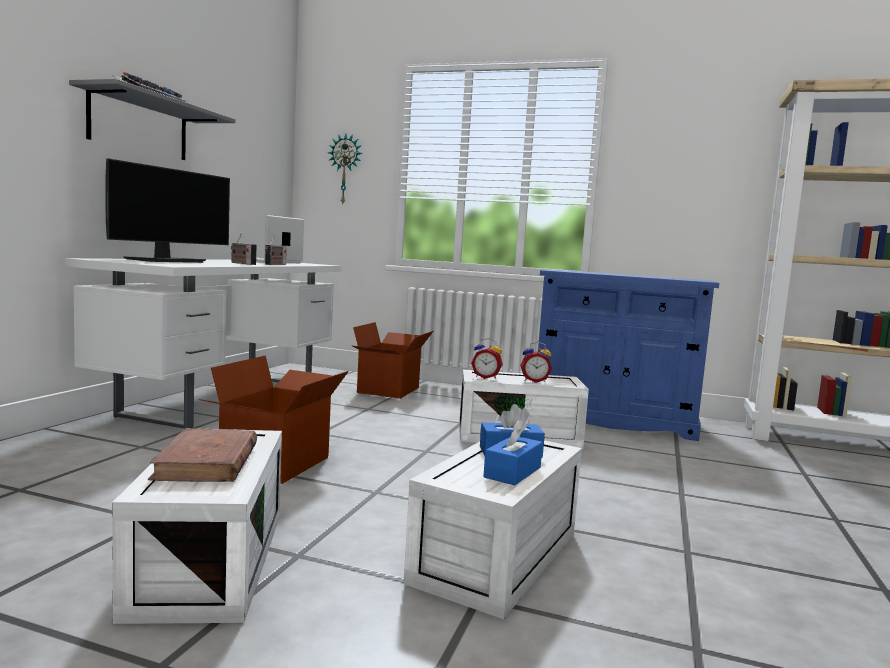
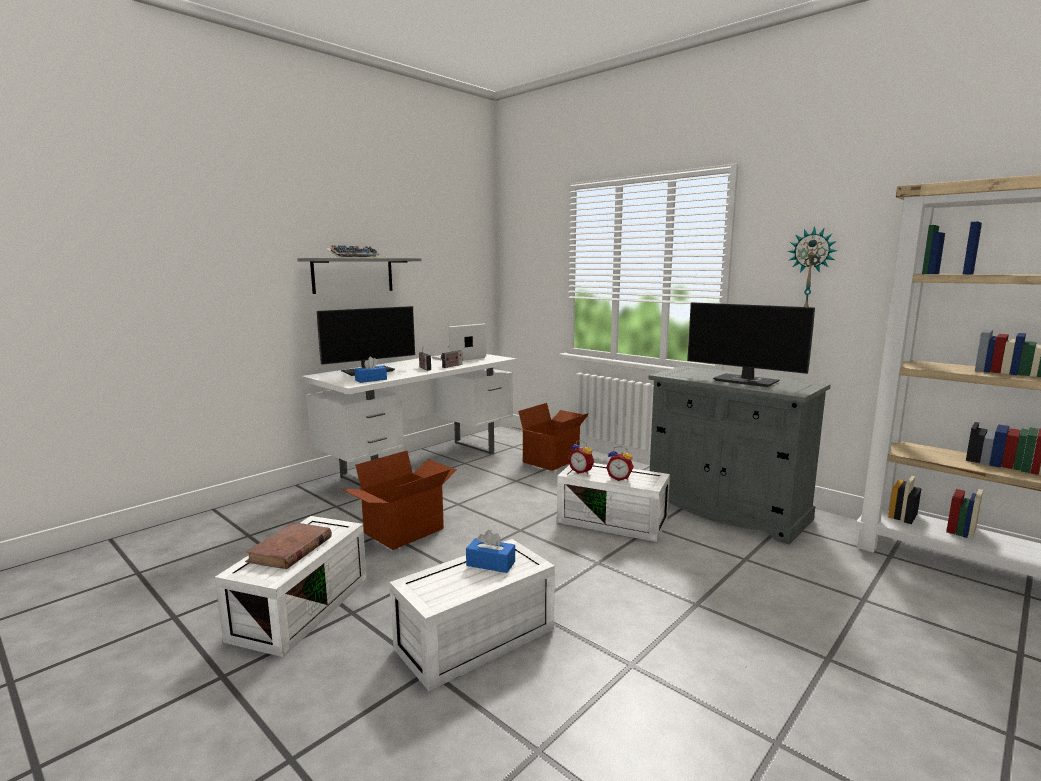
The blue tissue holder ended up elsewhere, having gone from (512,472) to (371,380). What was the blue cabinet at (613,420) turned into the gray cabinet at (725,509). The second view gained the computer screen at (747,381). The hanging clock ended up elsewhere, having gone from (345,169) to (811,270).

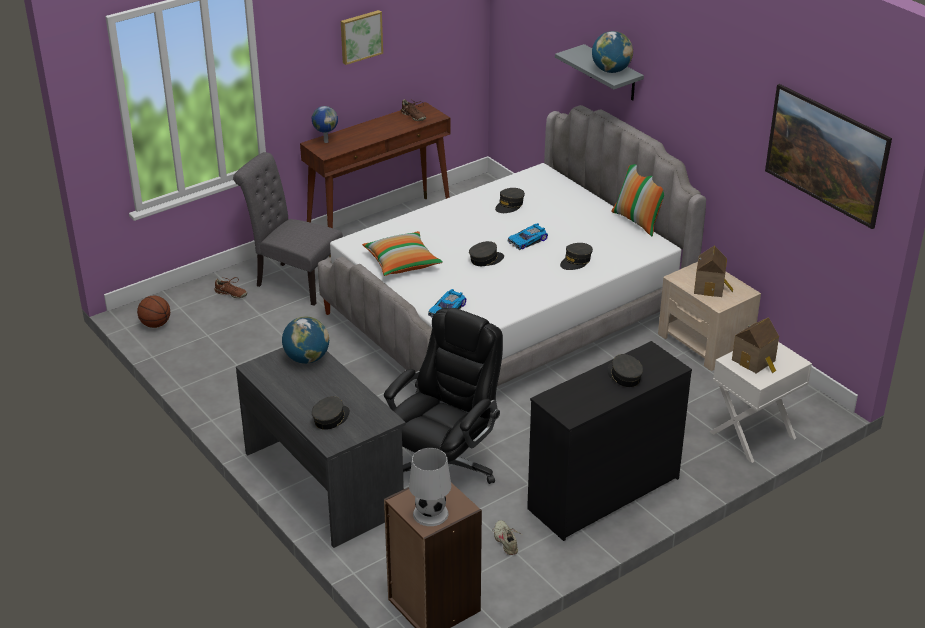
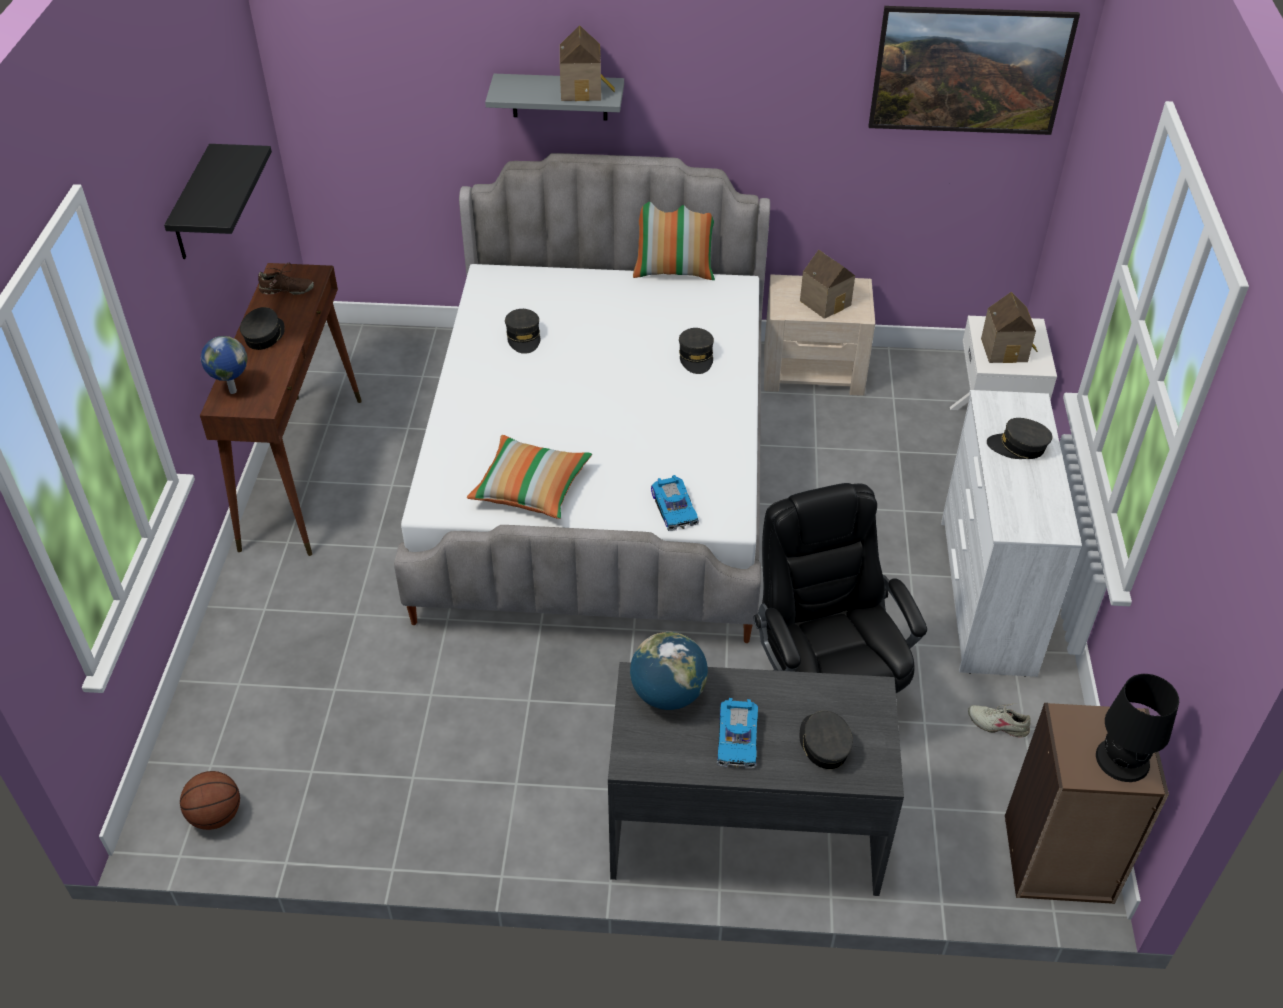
Where the wall picture hung at (360,36), the black bracket shelf came to hang at (193,205). The gray cap ended up elsewhere, having gone from (486,259) to (264,335). Where the world globe stood at (611,70), the miniature house came to stand at (583,90). The toy car ended up elsewhere, having gone from (528,241) to (738,738). What was the black drawer chest at (603,493) turned into the white drawer chest at (984,596). What was the white table lamp at (430,514) turned into the black table lamp at (1123,760). The second view lost the brown item of footwear at (230,294). The second view lost the gray upright chair at (293,282).

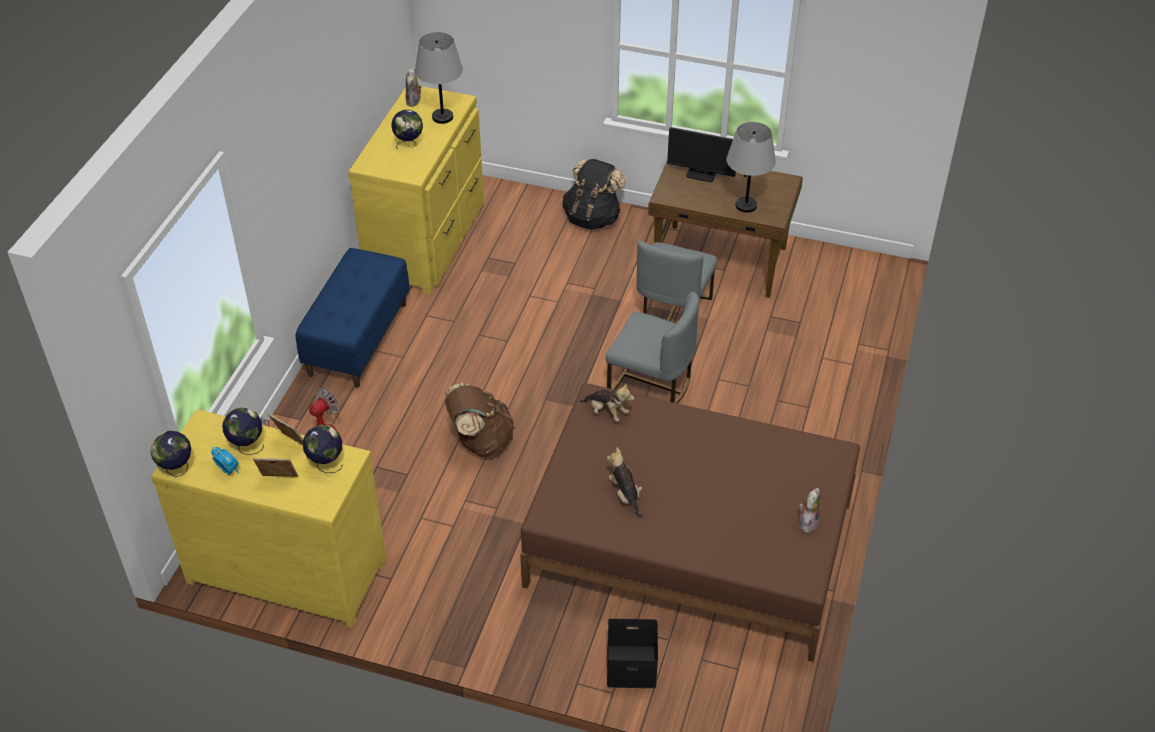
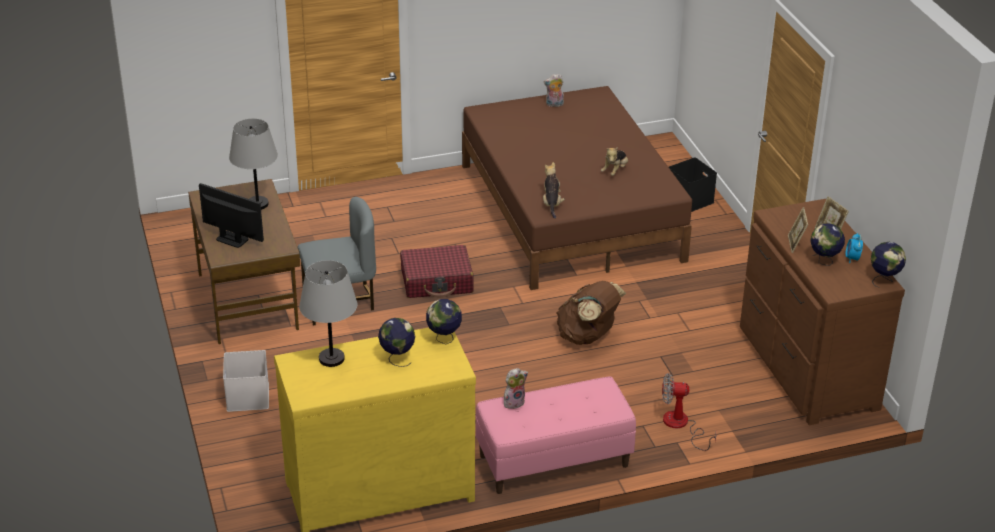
The computer screen at (701,174) ended up facing another way, 45 degrees counterclockwise from before. Where the black knapsack stood at (592,218), the white storage box came to stand at (247,396). Where the gray upright chair stood at (651,384), the reddish piece of luggage came to stand at (437,281). The world globe ended up elsewhere, having gone from (326,464) to (444,339). What was the blue indoor bench at (357,338) turned into the pinkish indoor bench at (553,461). The soft toy ended up elsewhere, having gone from (414,102) to (514,402). What was the yellow-coloured drawer chest at (288,567) turned into the brown drawer chest at (806,369).

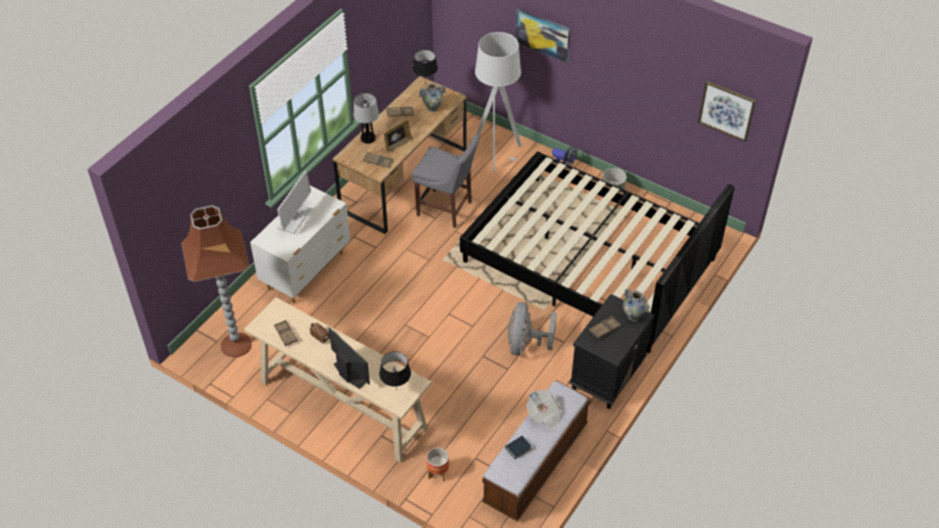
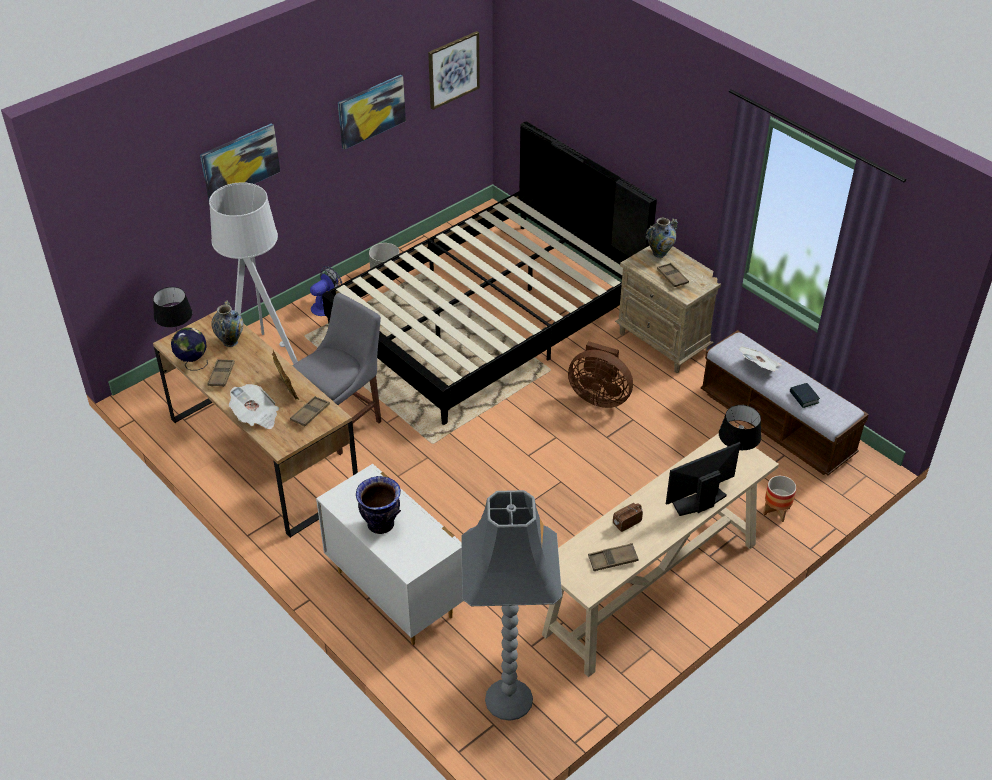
The second view gained the world globe at (193,364). Where the table lamp stood at (368,138), the newspaper came to stand at (256,416). The second view gained the wall picture at (371,111). Where the computer screen stood at (294,219), the vase came to stand at (380,525). What was the brown floor lamp at (237,345) turned into the gray floor lamp at (509,698). What was the gray cooling fan at (525,344) turned into the brown cooling fan at (599,396). What was the black nightstand at (607,377) turned into the beige-coloured nightstand at (666,342).

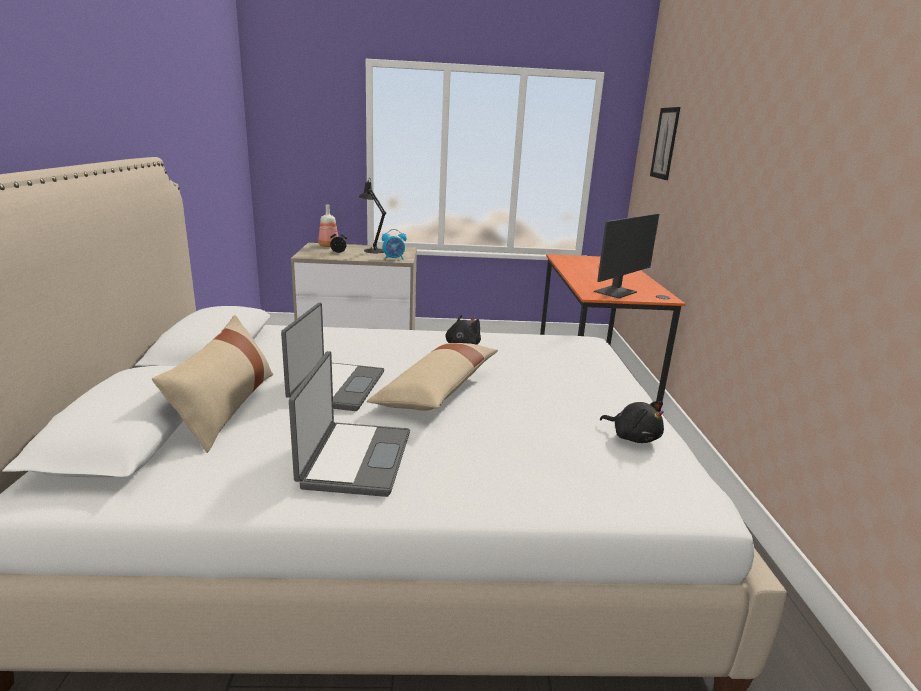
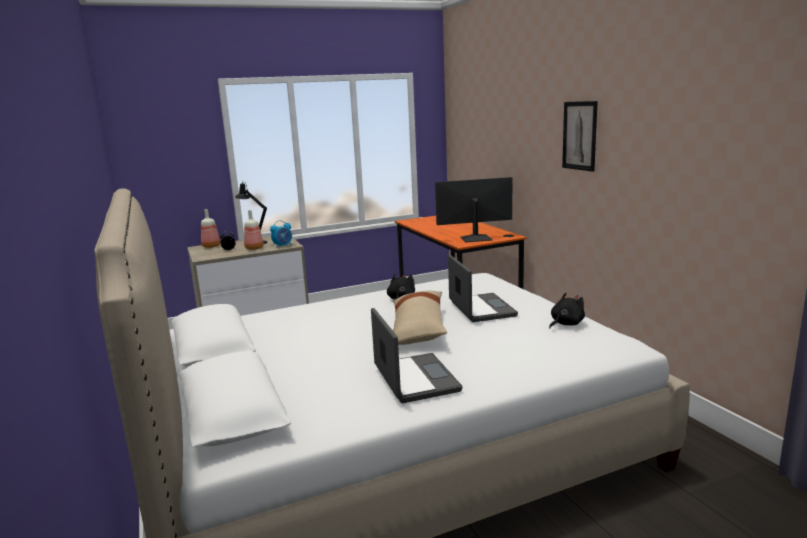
The second view gained the beverage bottle at (254,248). The computer screen at (616,292) ended up facing another way, 120 degrees counterclockwise from before. The notebook computer ended up elsewhere, having gone from (336,387) to (480,309). The black soft toy at (633,437) ended up facing another way, 60 degrees counterclockwise from before. The wall picture ended up elsewhere, having gone from (665,143) to (579,135). The second view lost the beige-coloured pillow at (226,407).

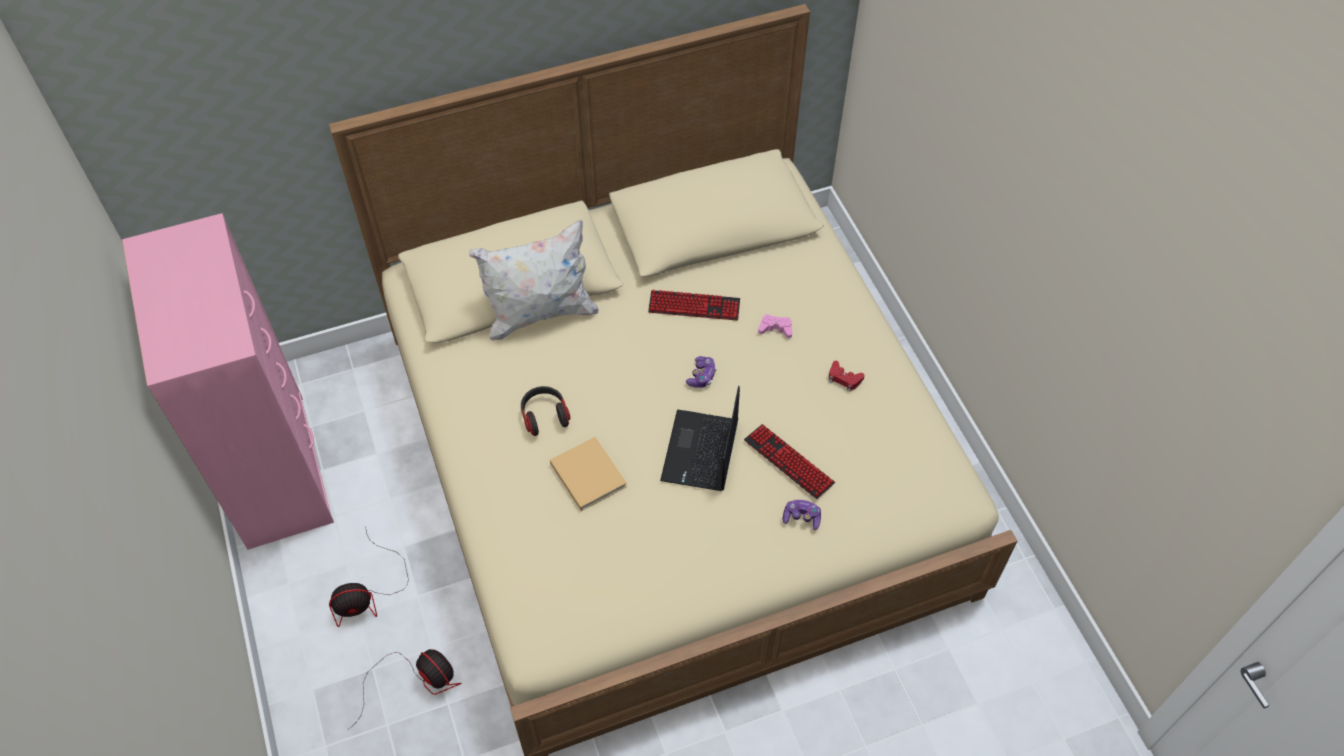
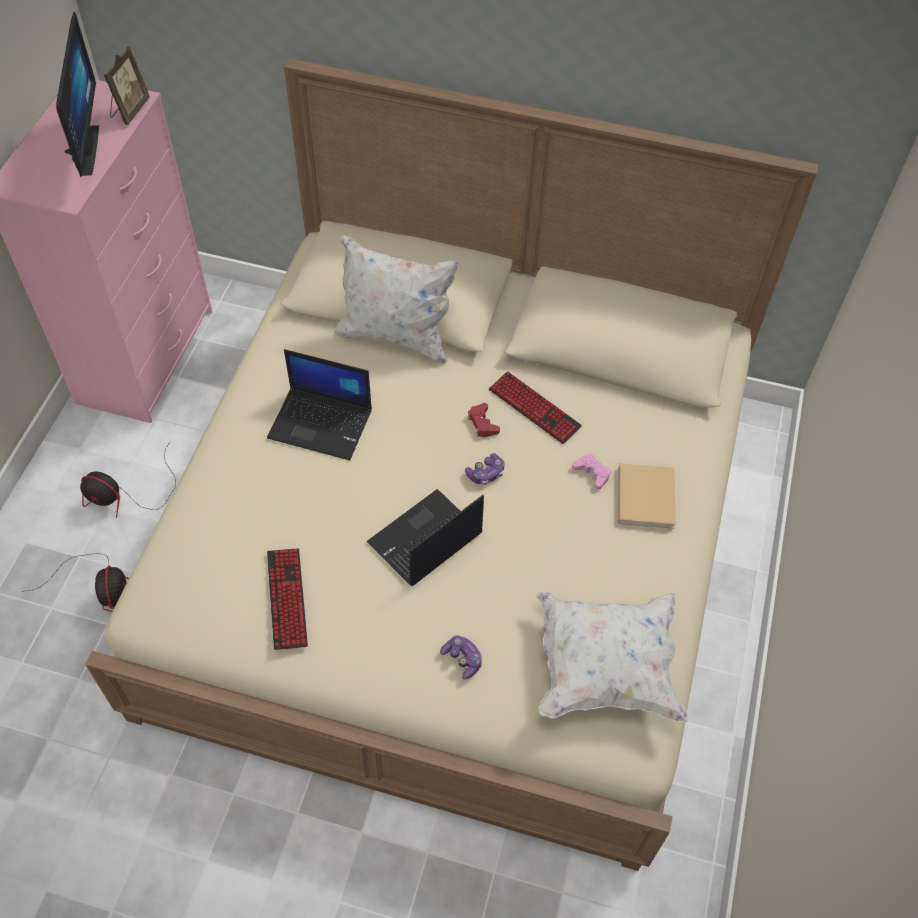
The second view gained the computer screen at (80,150). The second view gained the picture frame at (129,110). Where the headphones stood at (544,415), the notebook computer came to stand at (322,423). The computer keyboard ended up elsewhere, having gone from (788,462) to (287,599). The reddish gamepad ended up elsewhere, having gone from (844,378) to (482,423). The second view gained the white pillow at (605,667). The beige-coloured book ended up elsewhere, having gone from (587,473) to (645,495).

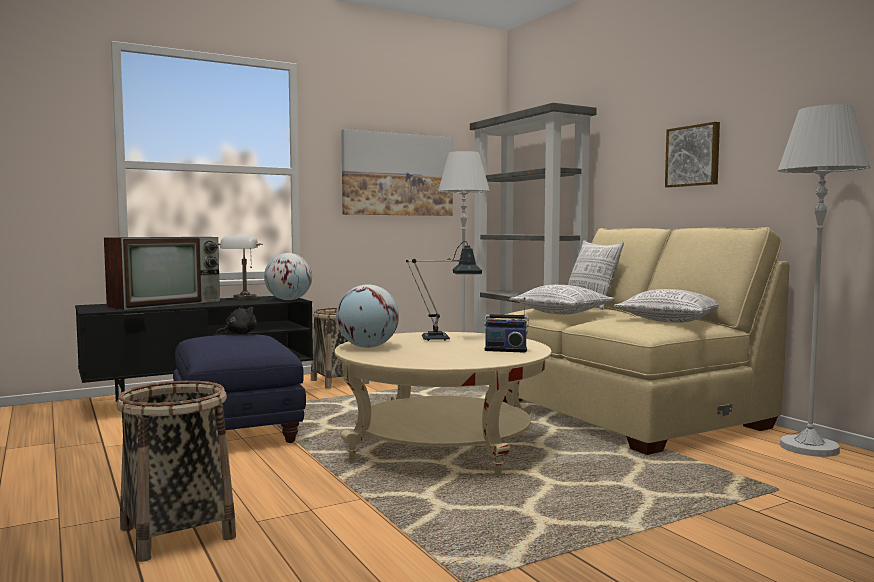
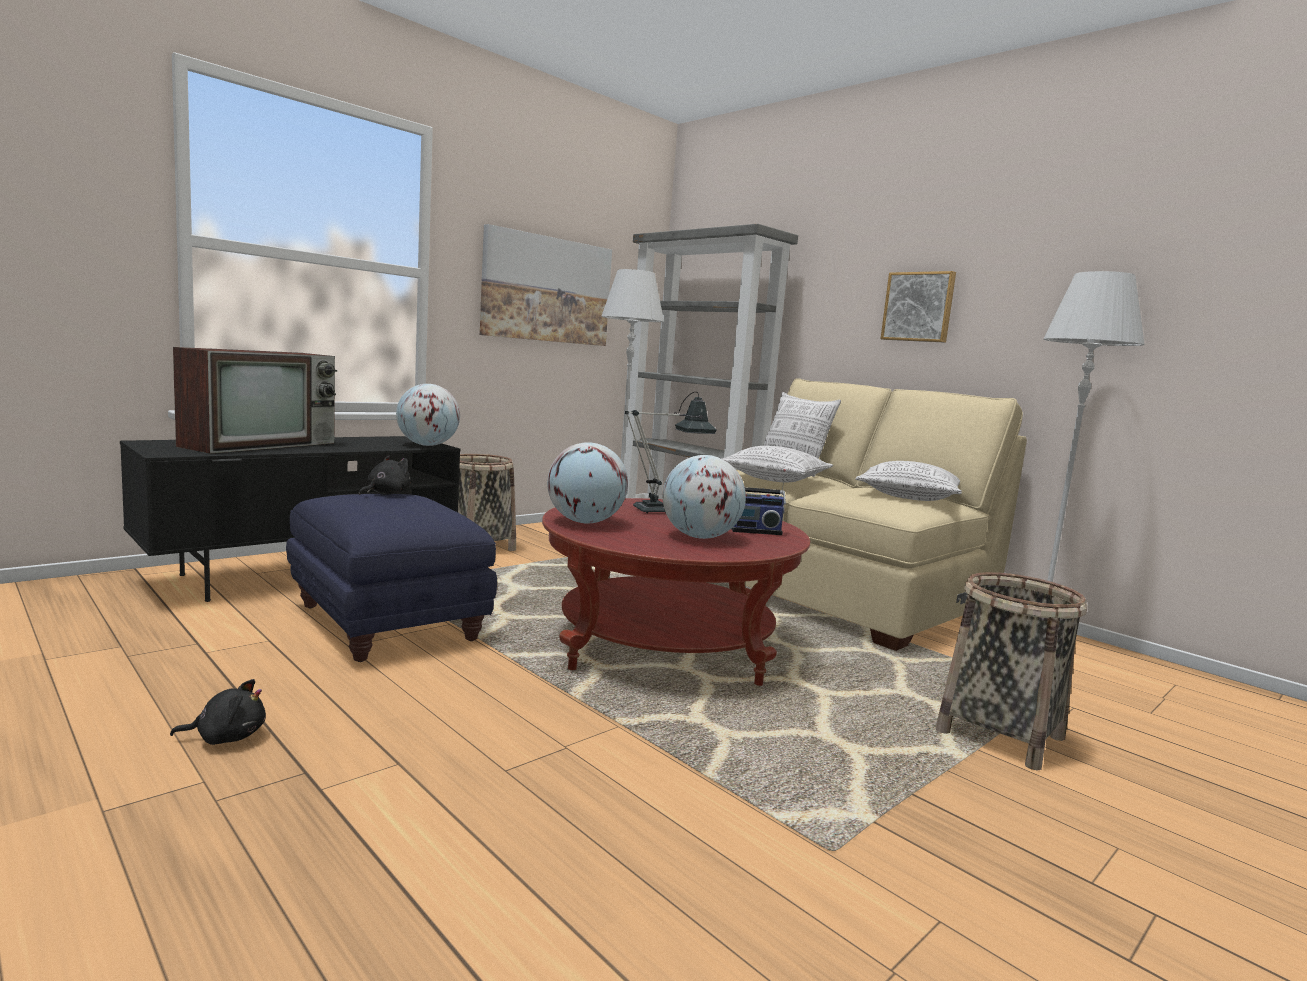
The second view gained the black soft toy at (227,737). What was the beige-coloured low table at (443,446) turned into the reddish low table at (666,643). The second view gained the world globe at (700,537). The basket ended up elsewhere, having gone from (177,533) to (999,735). The second view lost the gray table lamp at (243,299).

